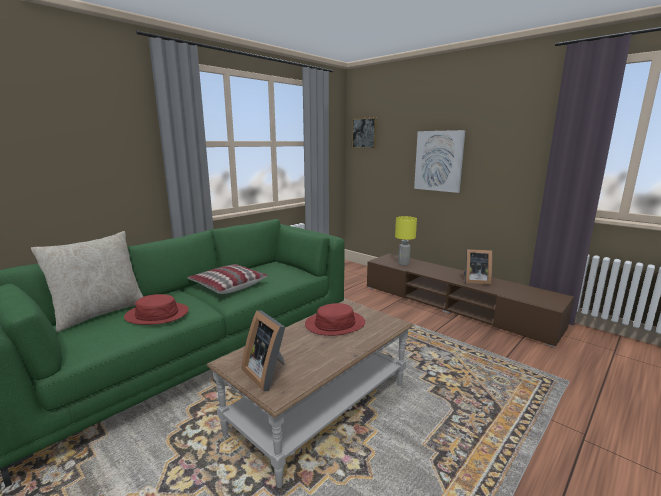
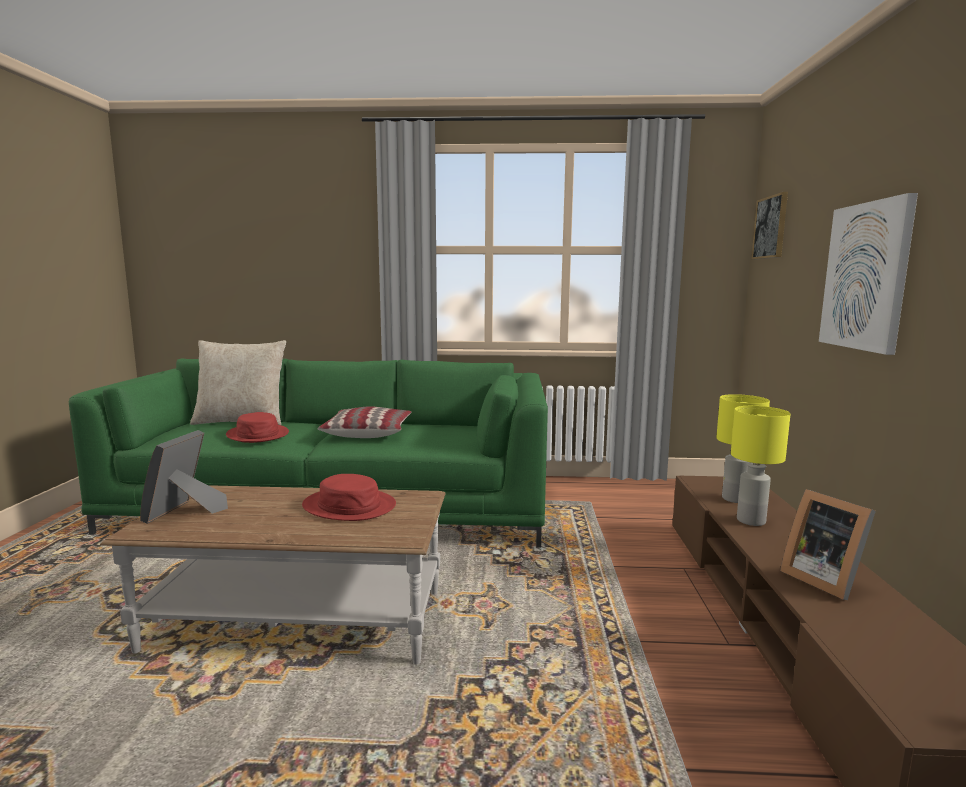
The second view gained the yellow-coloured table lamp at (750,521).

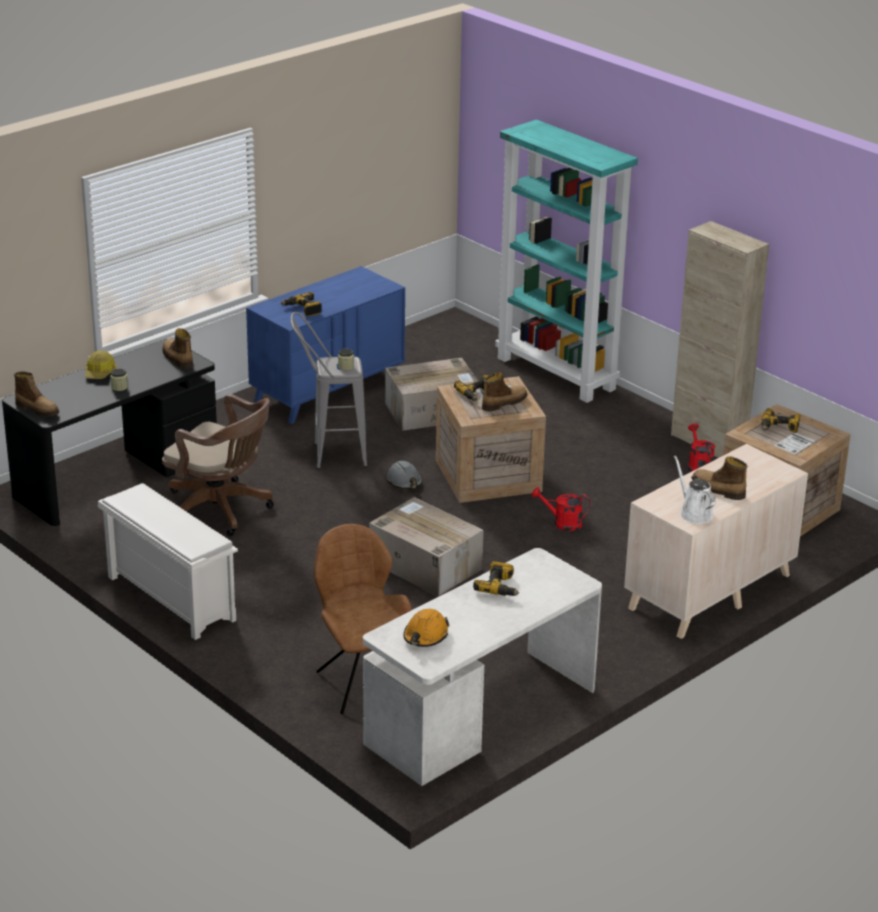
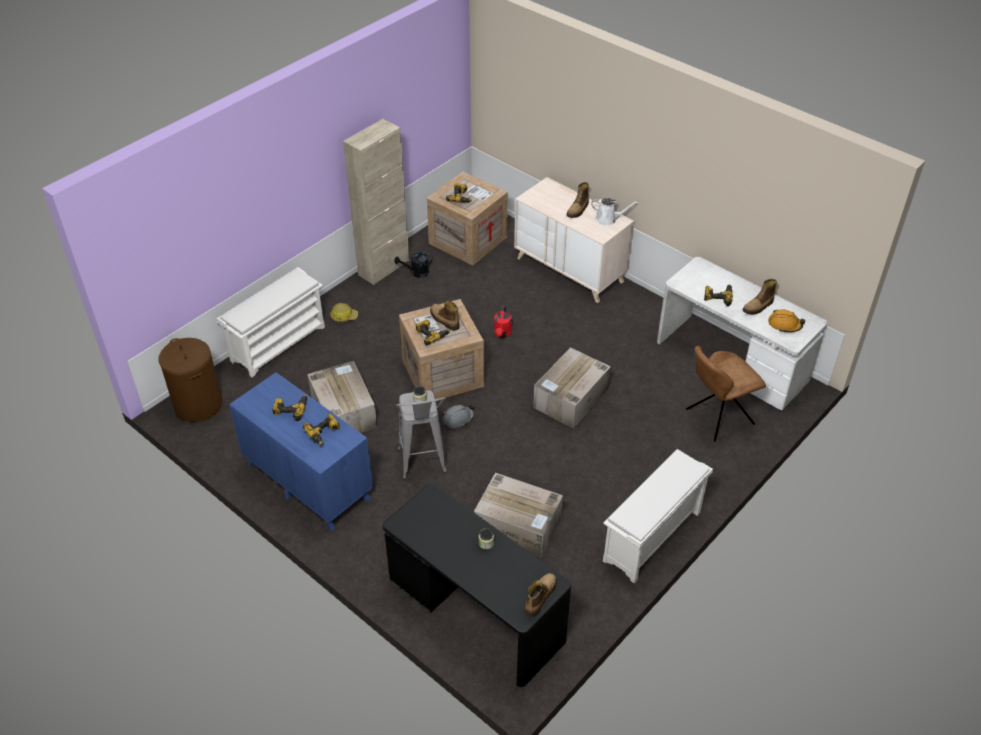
The second view gained the brown washing basket at (198,405). Where the turquoise bookshelf stood at (557,374), the white shoe stand came to stand at (278,343). The second view gained the power drill at (291,409). The work helmet ended up elsewhere, having gone from (100,373) to (344,316). What was the reddish sprinkling can at (698,466) turned into the black sprinkling can at (416,272). Where the brown computer chair stood at (221,510), the packing box came to stand at (519,525). The white sprinkling can at (694,513) ended up facing another way, 135 degrees counterclockwise from before. The tall boot ended up elsewhere, having gone from (177,358) to (758,307).

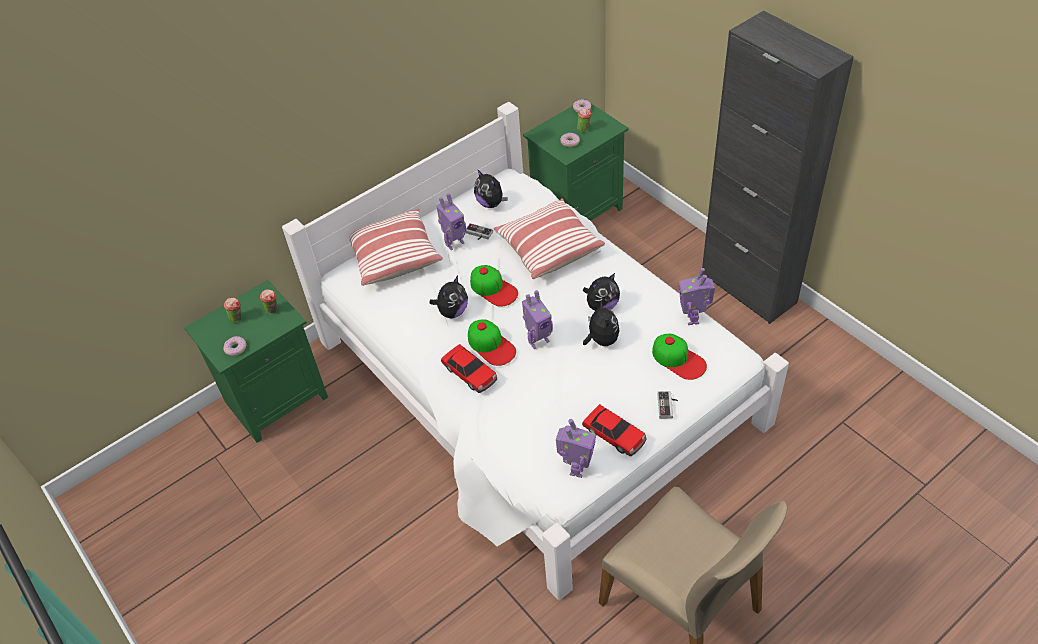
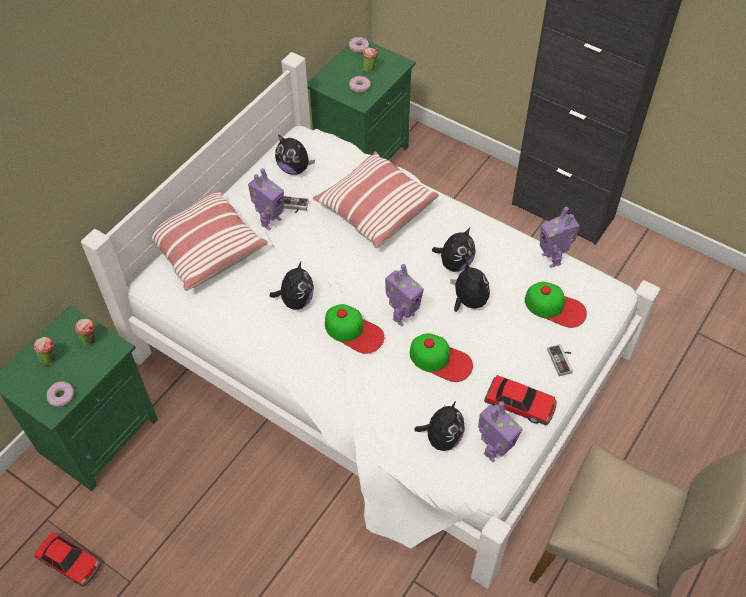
The toy car ended up elsewhere, having gone from (470,373) to (70,562). The cap ended up elsewhere, having gone from (493,288) to (440,360). The second view gained the soft toy at (442,438). The robot figure at (576,468) ended up facing another way, 45 degrees clockwise from before.

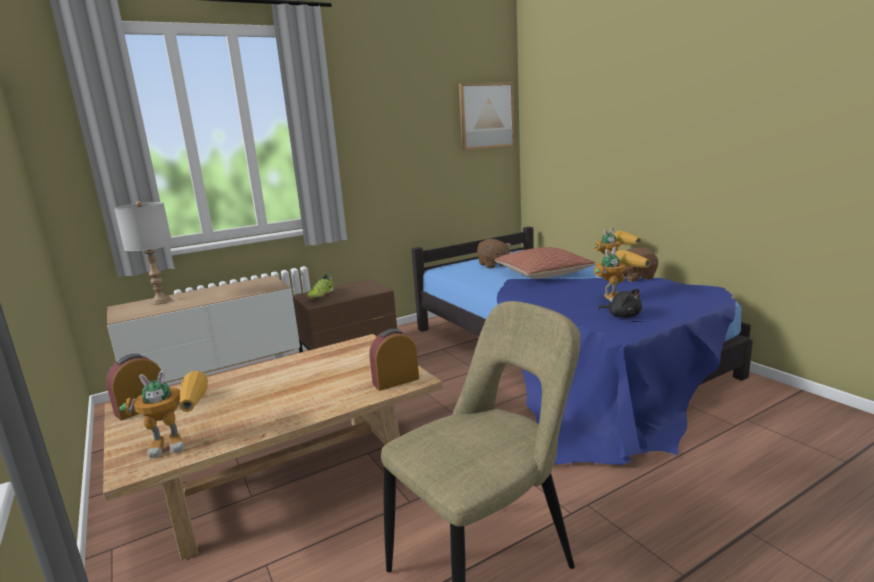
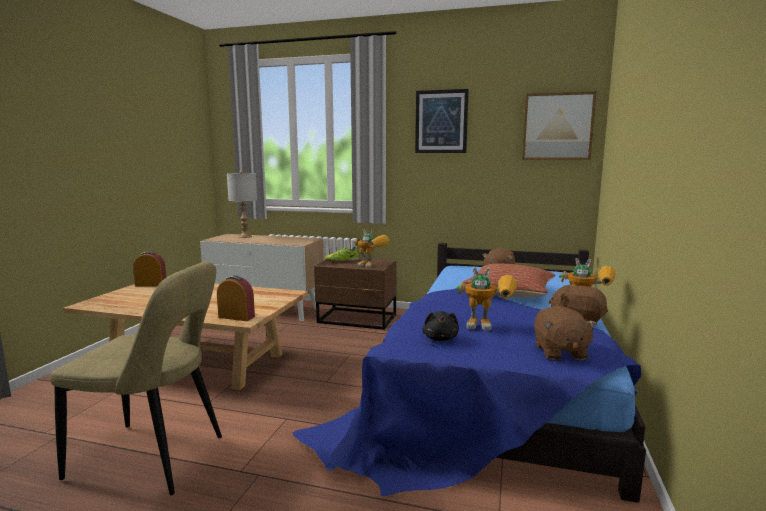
The robot figure ended up elsewhere, having gone from (182,442) to (372,266). The second view gained the wall picture at (441,122). The second view gained the brown soft toy at (560,352).

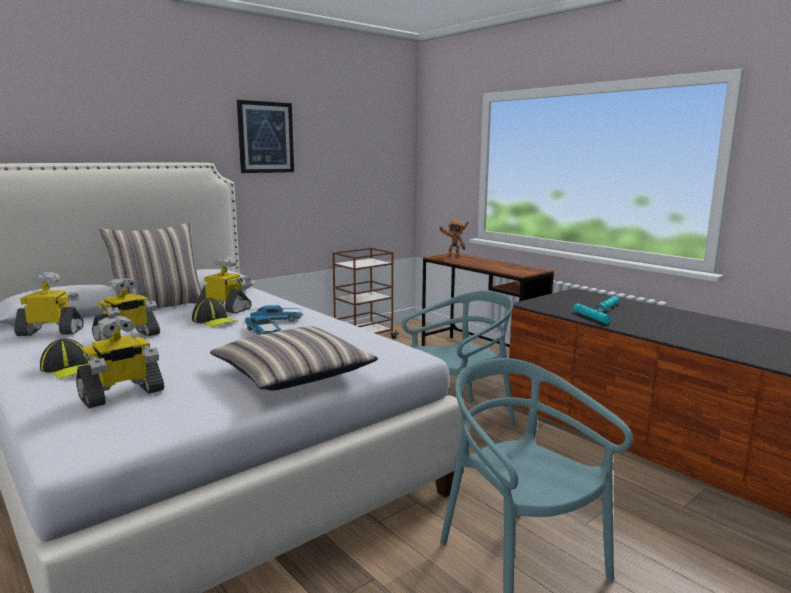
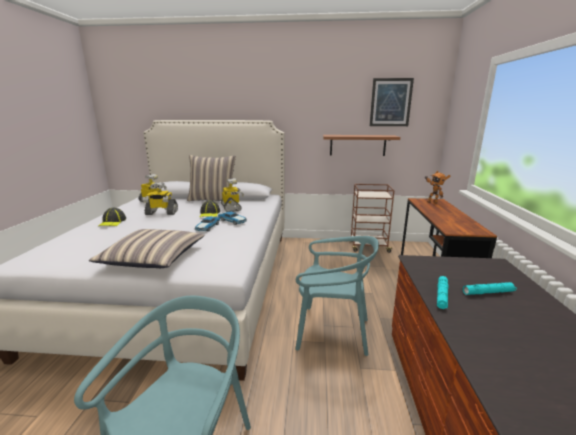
The second view gained the bracket shelf at (357,145). The wall picture ended up elsewhere, having gone from (265,137) to (390,102). The second view lost the robot figure at (121,394).

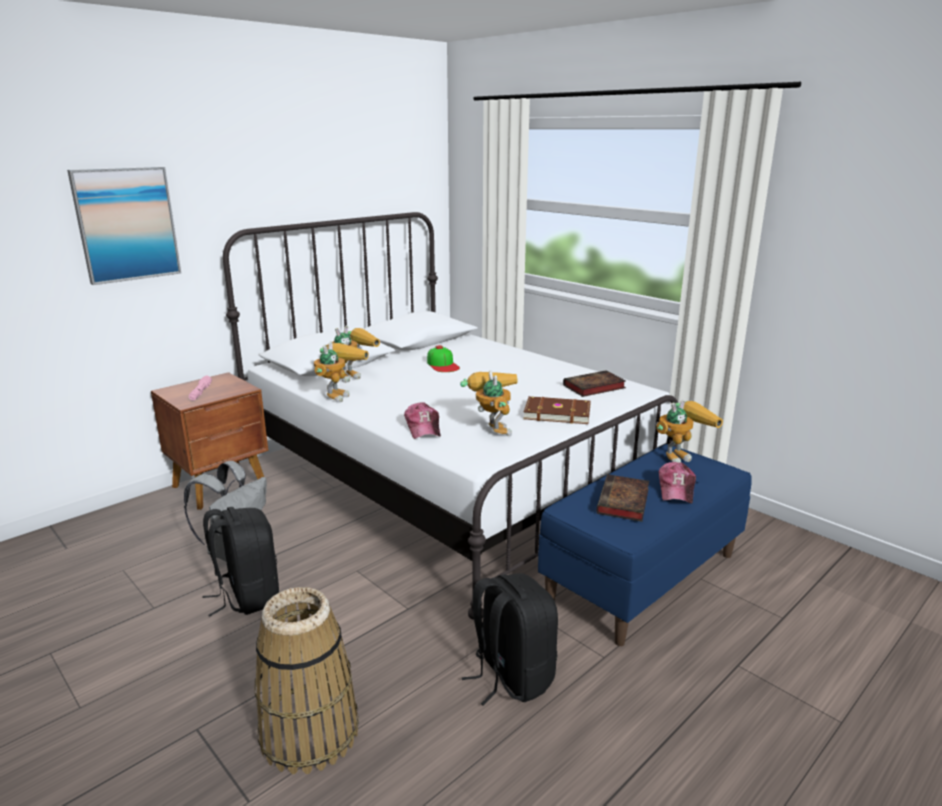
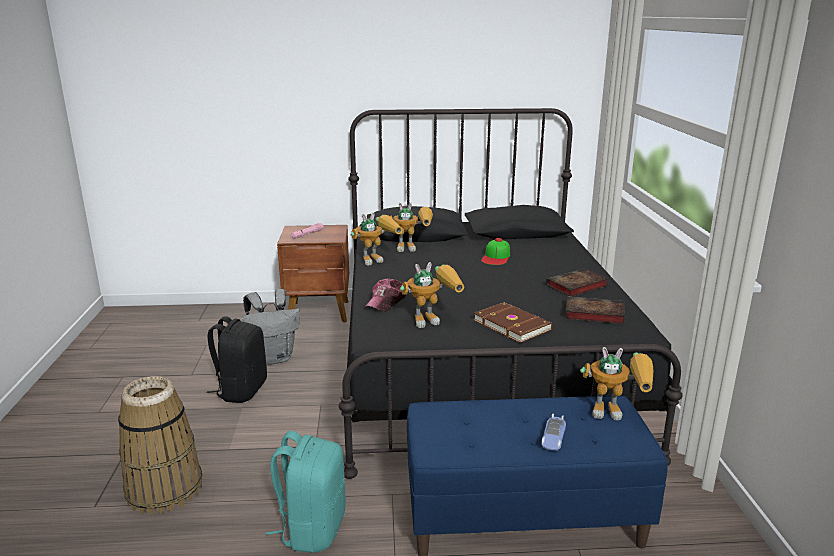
What was the black knapsack at (510,676) turned into the turquoise knapsack at (312,529). What was the white bedroom bed at (449,478) turned into the black bedroom bed at (477,365). The robot figure at (491,429) ended up facing another way, 45 degrees clockwise from before. Where the cap stood at (676,490), the toy car came to stand at (553,438). The book ended up elsewhere, having gone from (623,502) to (576,286). The second view lost the wall picture at (126,224).

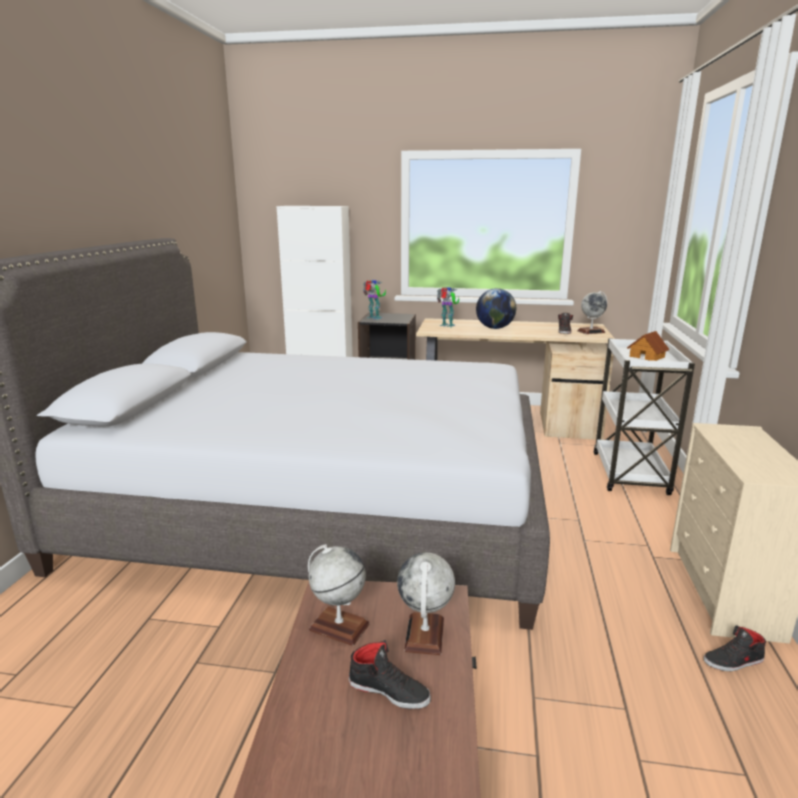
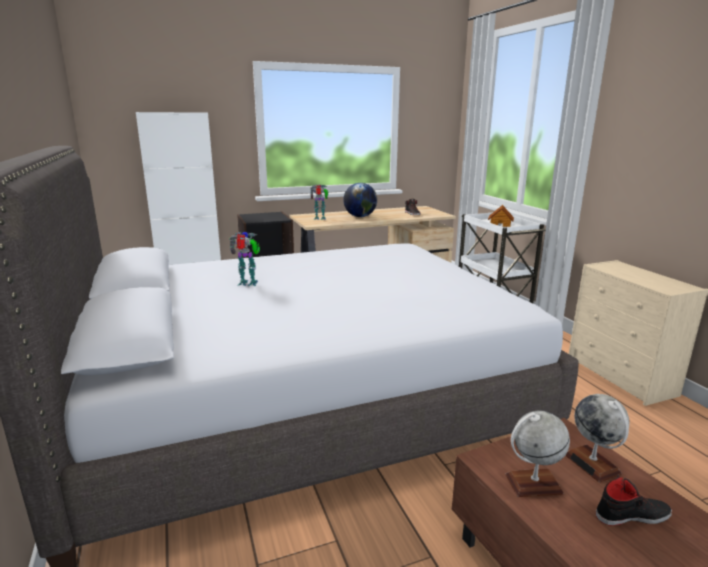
The robot figure ended up elsewhere, having gone from (374,318) to (248,284). The second view lost the world globe at (591,331). The second view lost the black item of footwear at (733,661).

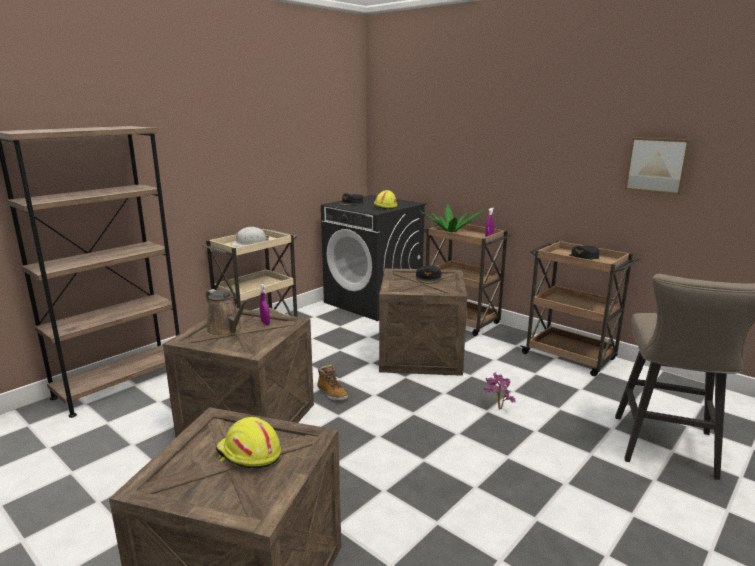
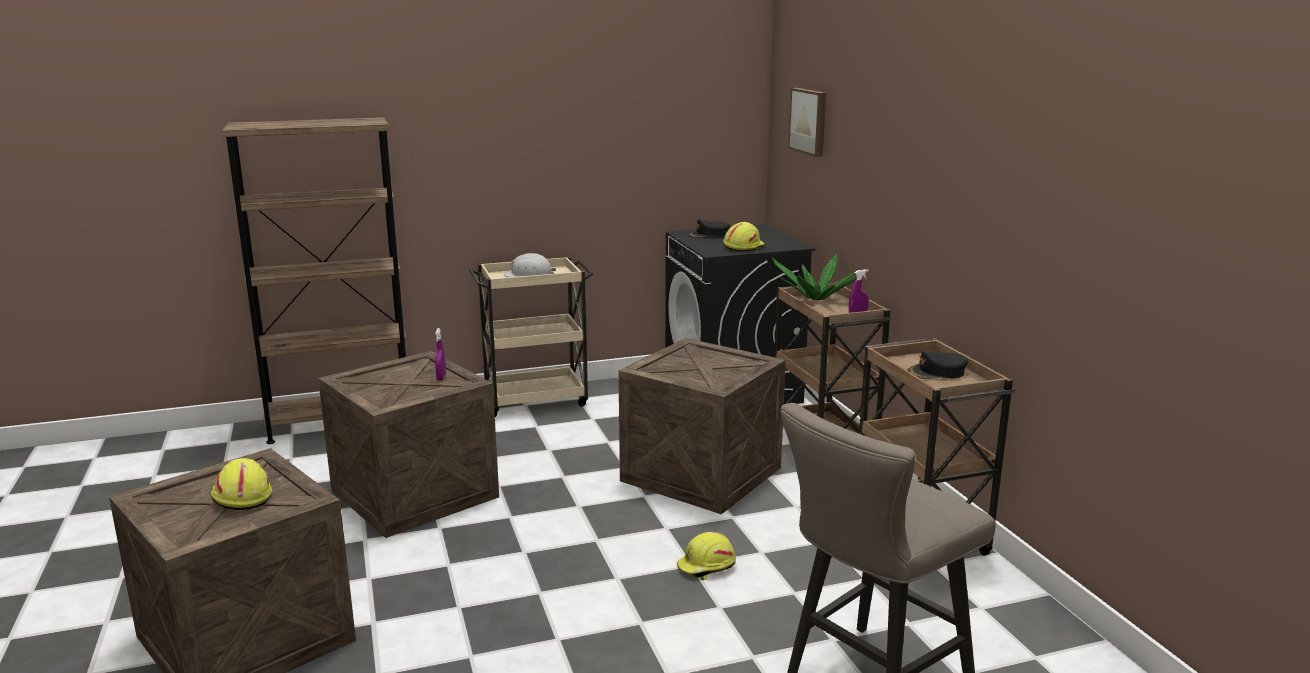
Where the plant in a pot stood at (497,409), the yellow-coloured work helmet came to stand at (707,567). The wall picture ended up elsewhere, having gone from (657,165) to (810,121). The second view lost the brown sprinkling can at (226,330). The second view lost the tall boot at (332,394). The second view lost the black cap at (428,278).

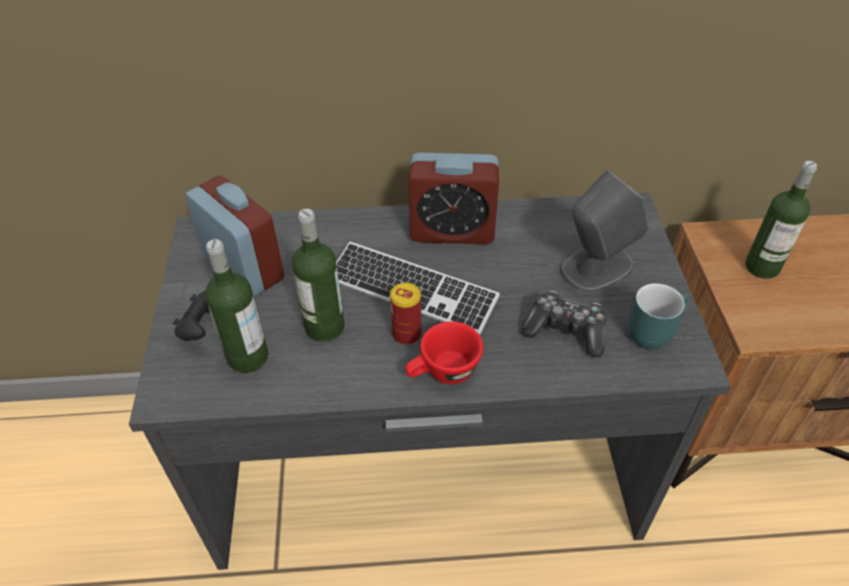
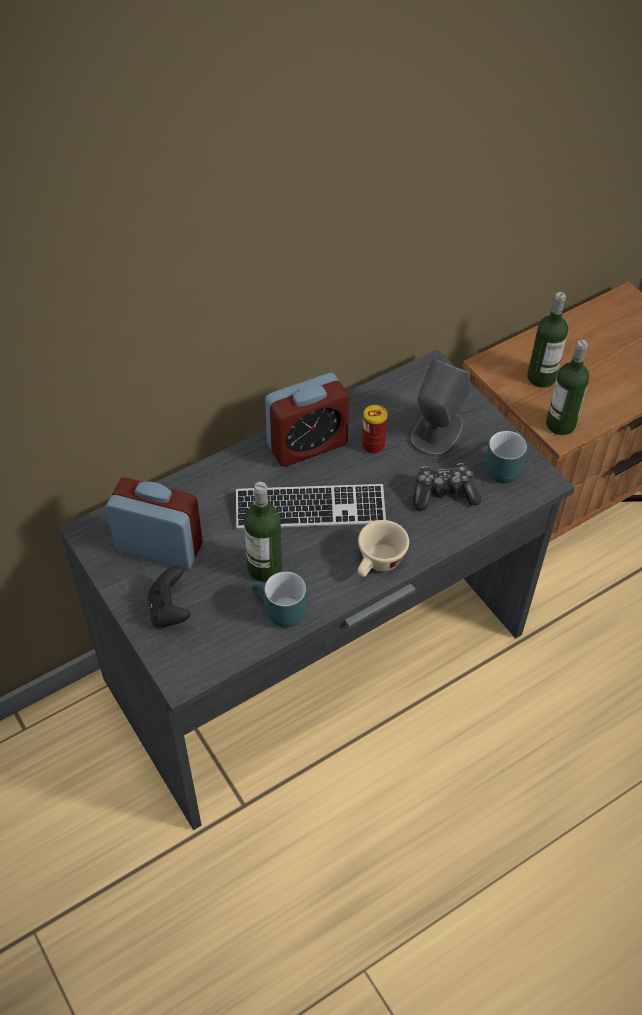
The second view gained the turquoise tea mug at (278,612). What was the reddish small cup at (443,373) turned into the beige-coloured small cup at (378,564). The can ended up elsewhere, having gone from (407,334) to (373,445). The beverage bottle ended up elsewhere, having gone from (248,357) to (560,424).

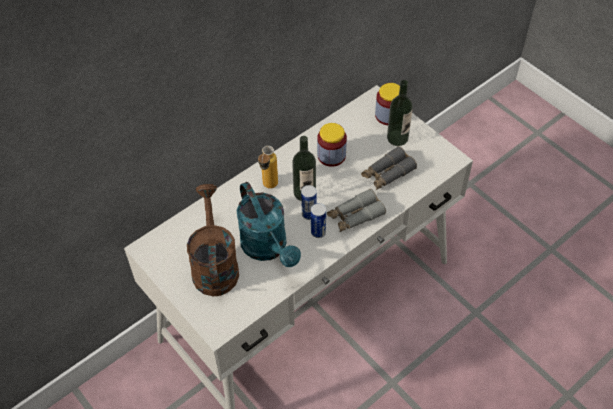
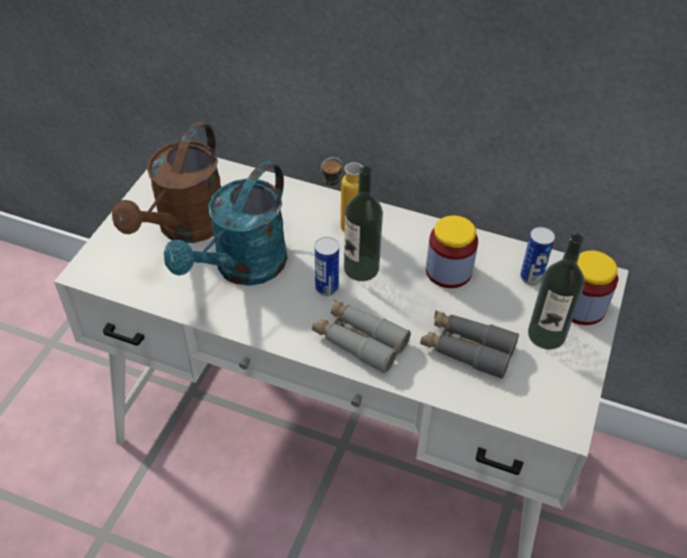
The brown sprinkling can at (214,265) ended up facing another way, 150 degrees clockwise from before. The can ended up elsewhere, having gone from (318,232) to (531,277).

